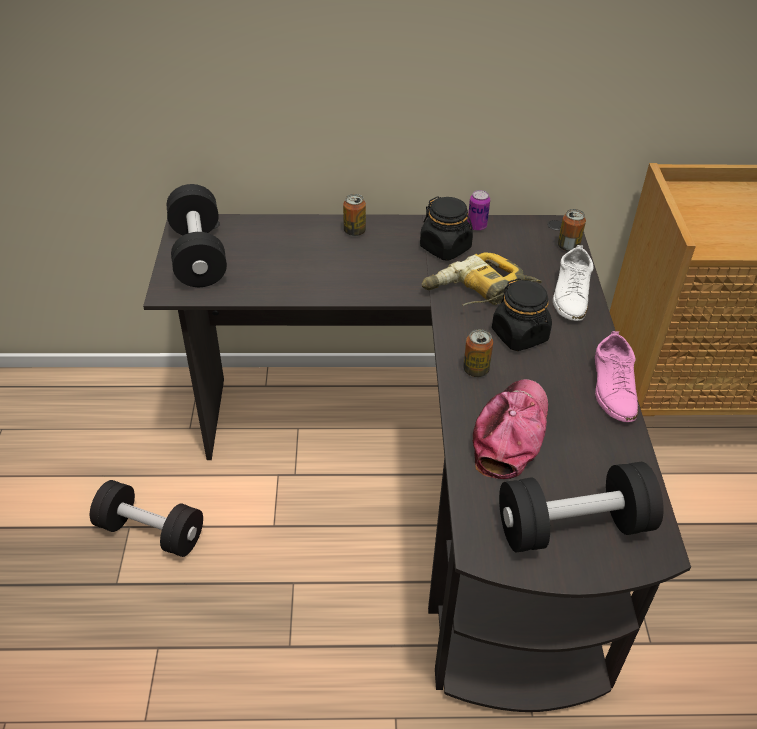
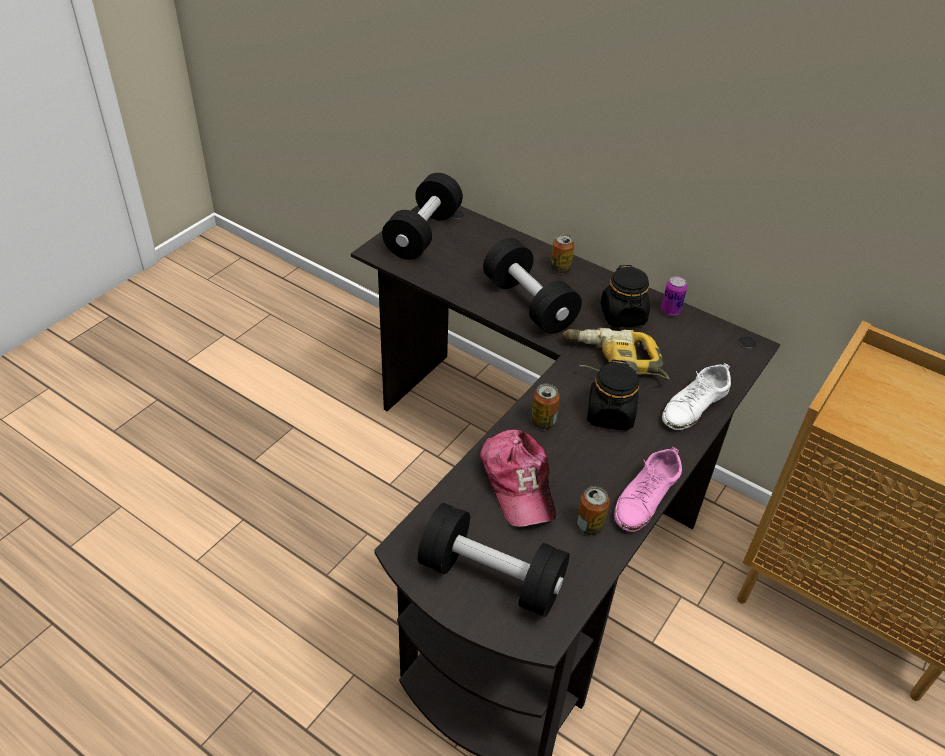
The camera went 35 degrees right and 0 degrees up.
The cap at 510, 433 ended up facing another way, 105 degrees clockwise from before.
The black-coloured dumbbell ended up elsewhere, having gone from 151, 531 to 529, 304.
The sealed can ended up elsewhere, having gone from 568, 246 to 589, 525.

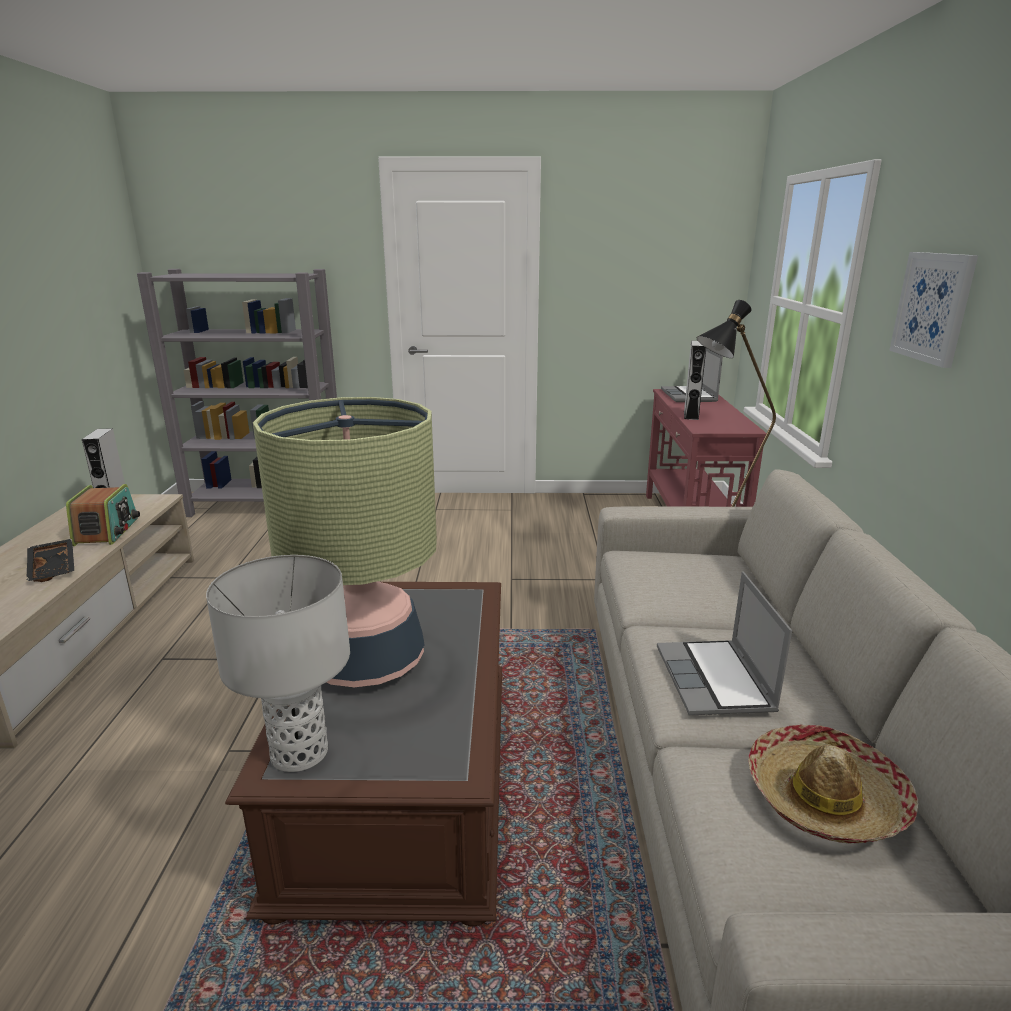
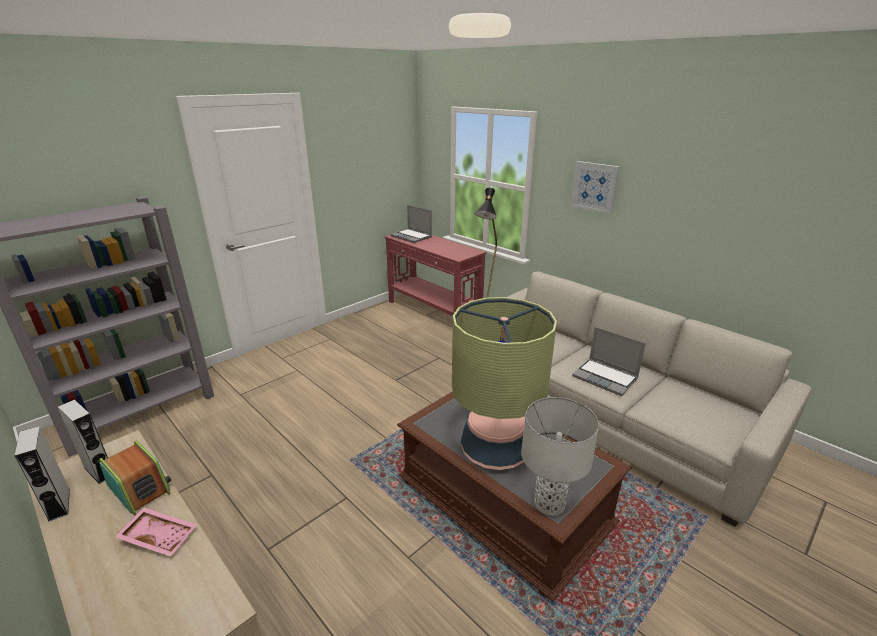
The camera went 45 degrees left and 5 degrees up.
The greyish loudspeaker ended up elsewhere, having gone from 691, 415 to 59, 504.
What was the black-coloured carrying tray at 54, 568 turned into the pink-coloured carrying tray at 160, 536.
The second view lost the hat at 825, 797.

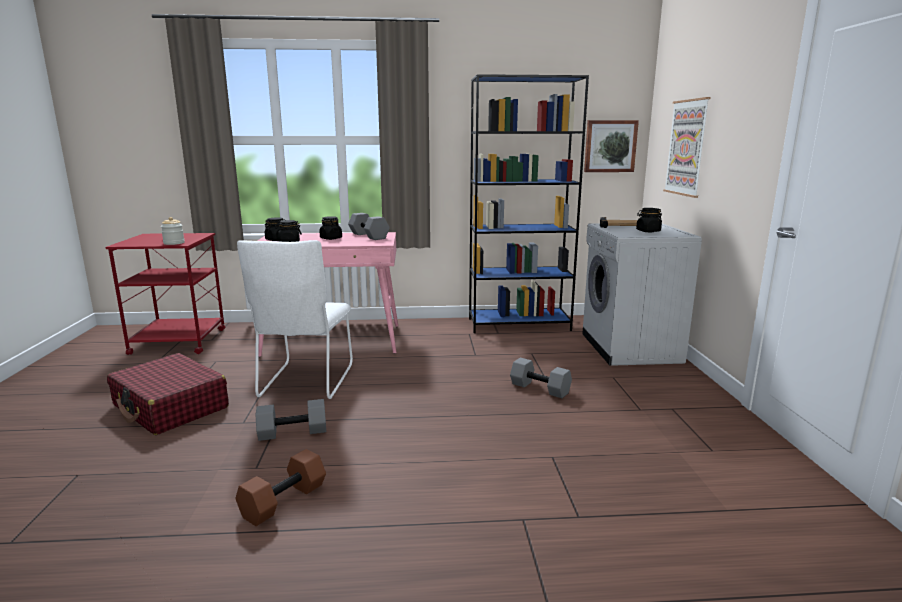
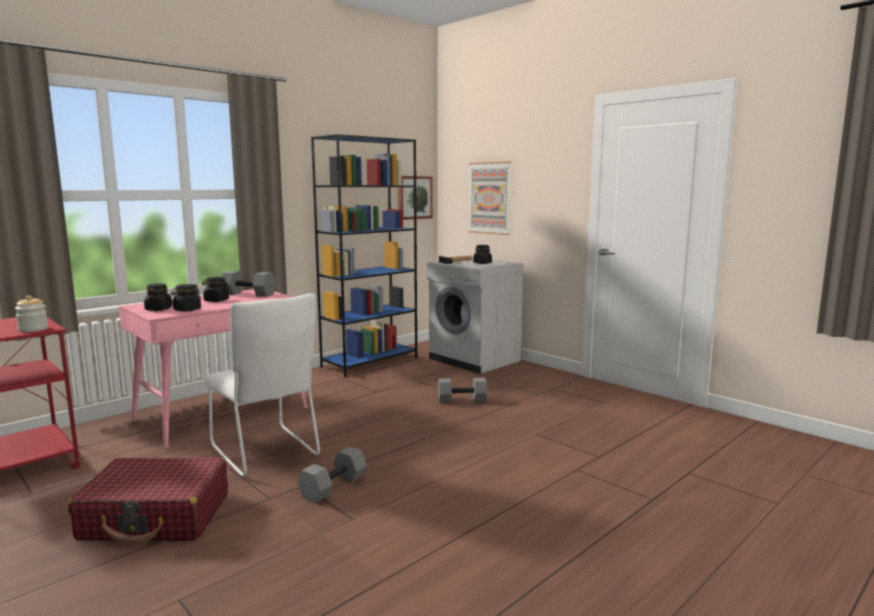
The camera went 40 degrees left and 5 degrees down.
The second view lost the brown-coloured dumbbell at 283, 500.

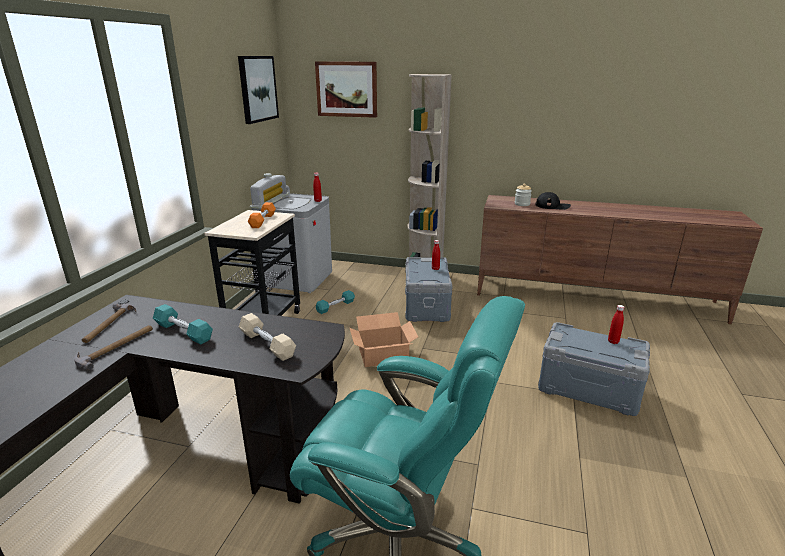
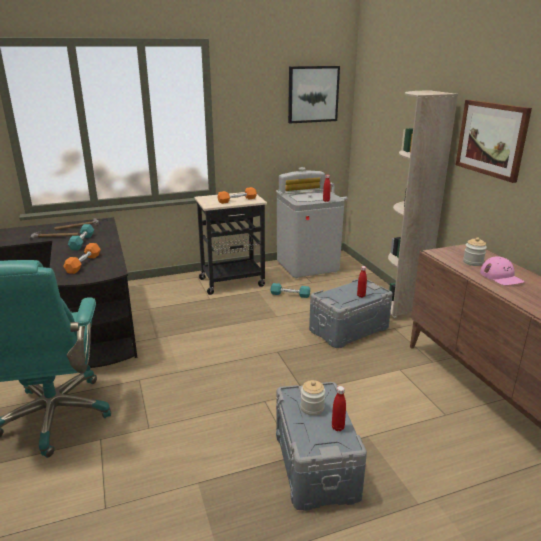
The camera went 55 degrees right and 0 degrees up.
What was the beige dumbbell at 267, 344 turned into the orange-coloured dumbbell at 83, 263.
The second view gained the preserve jar at 312, 408.
The wall art ended up elsewhere, having gone from 346, 89 to 491, 139.
What was the black-coloured cap at 552, 206 turned into the pink-coloured cap at 501, 277.
The second view lost the carton at 382, 354.

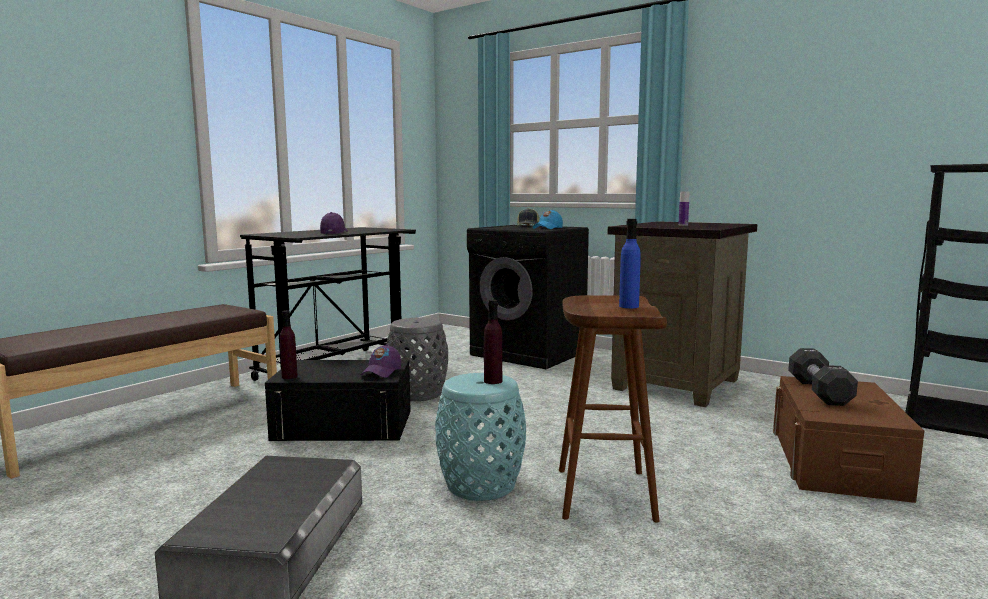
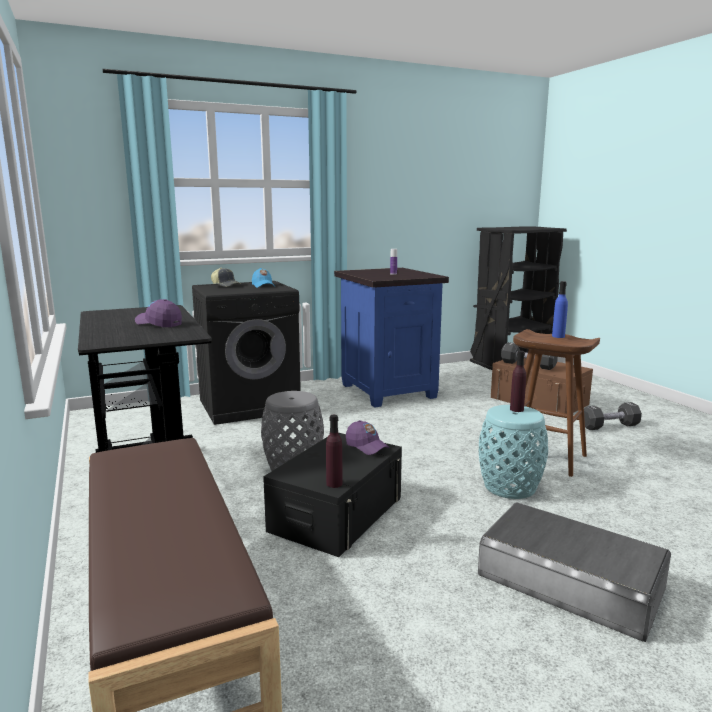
The camera went 60 degrees left and 5 degrees up.
What was the beige cabinet at 678, 383 turned into the blue cabinet at 387, 390.
The second view gained the black-coloured dumbbell at 609, 426.

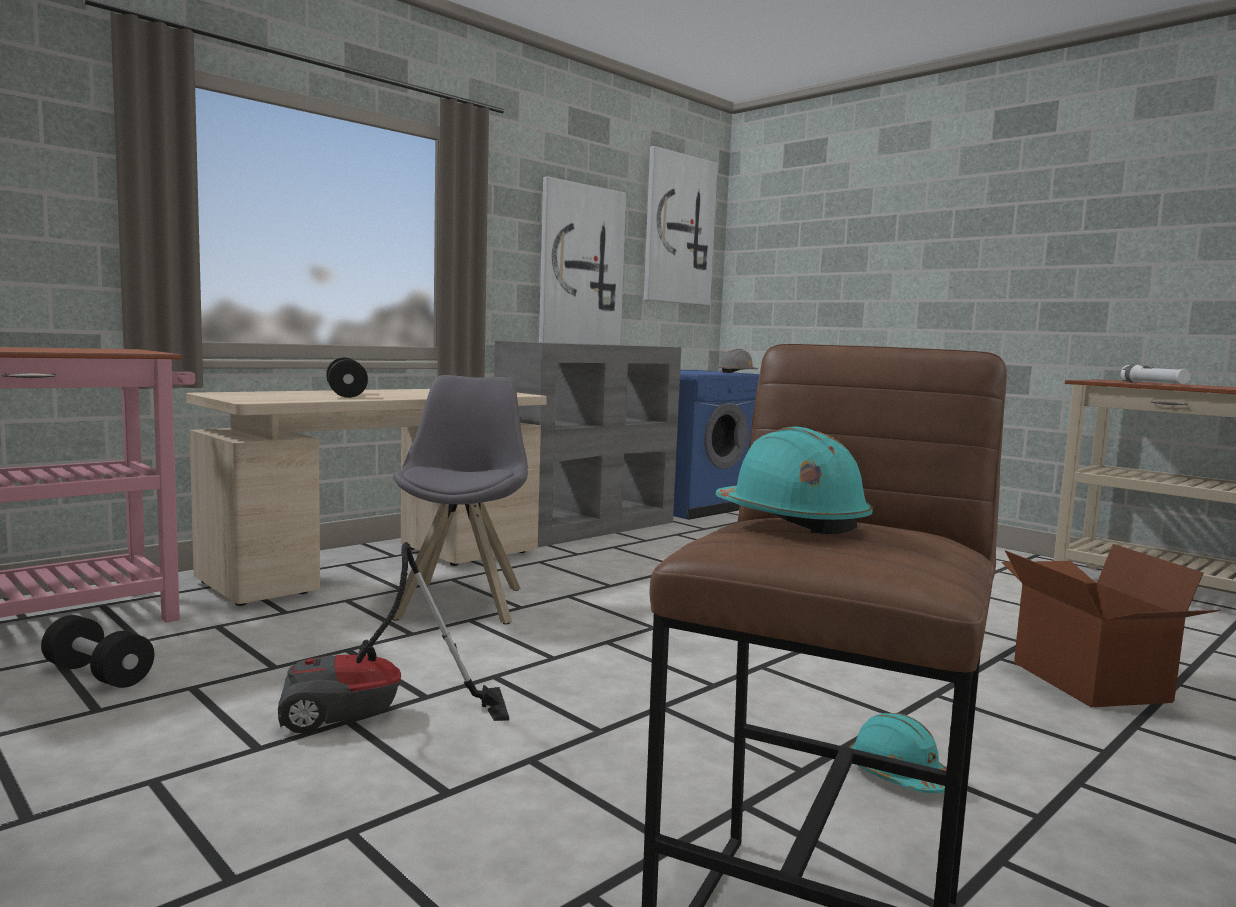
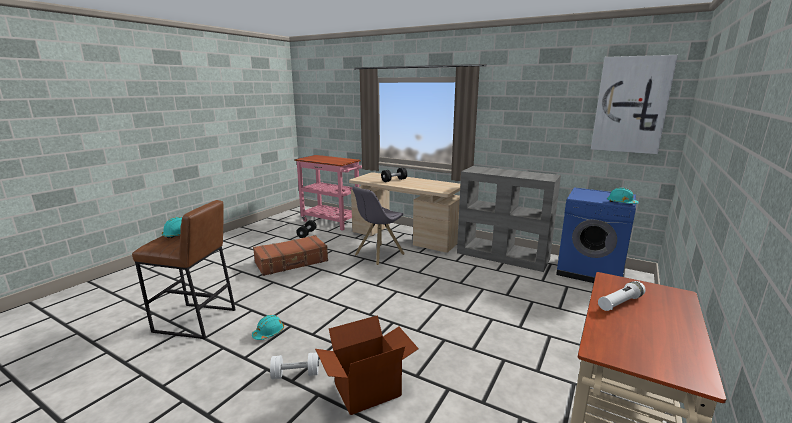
The camera went 75 degrees right and 10 degrees up.
Where the vacuum stood at 374, 718, the brown-coloured piece of luggage came to stand at 292, 262.
The second view gained the white-coloured dumbbell at 295, 374.
The greyish chair at 461, 603 ended up facing another way, 150 degrees clockwise from before.
What was the greyish safety helmet at 737, 373 turned into the turquoise safety helmet at 621, 203.
The second view lost the wall art at 580, 267.

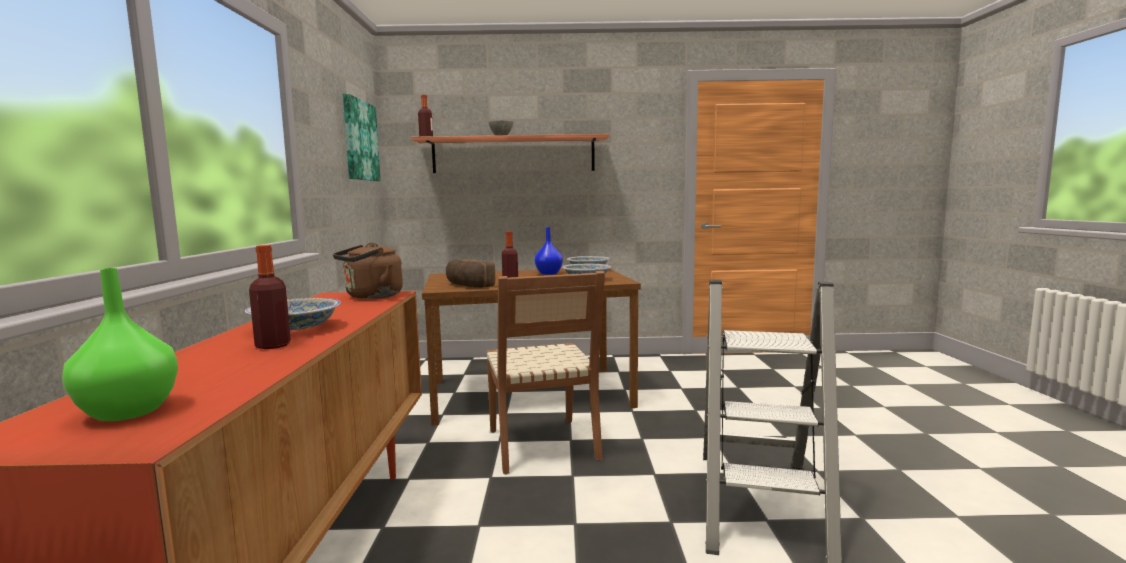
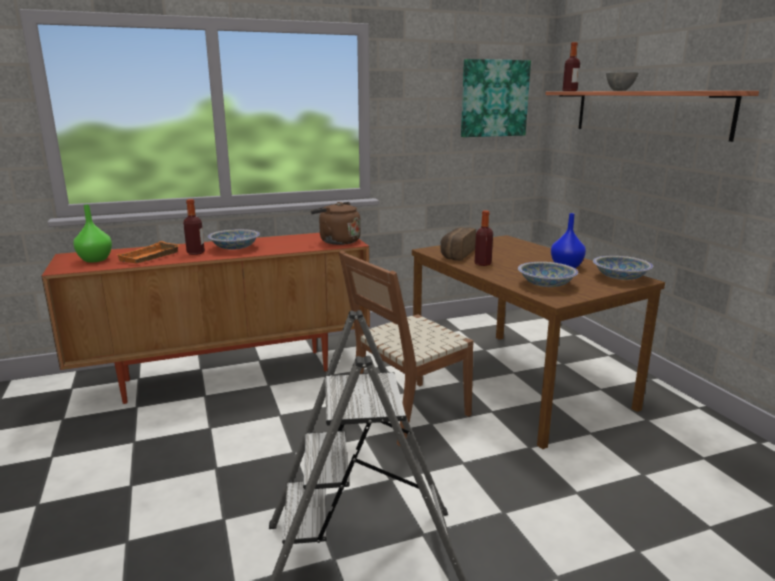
The camera went 70 degrees right and 10 degrees up.
The second view gained the orange-coloured carrying tray at 150, 257.

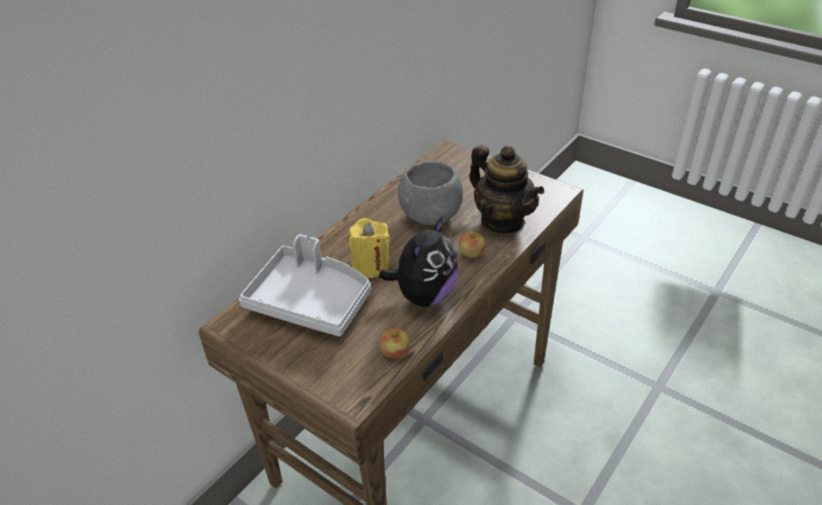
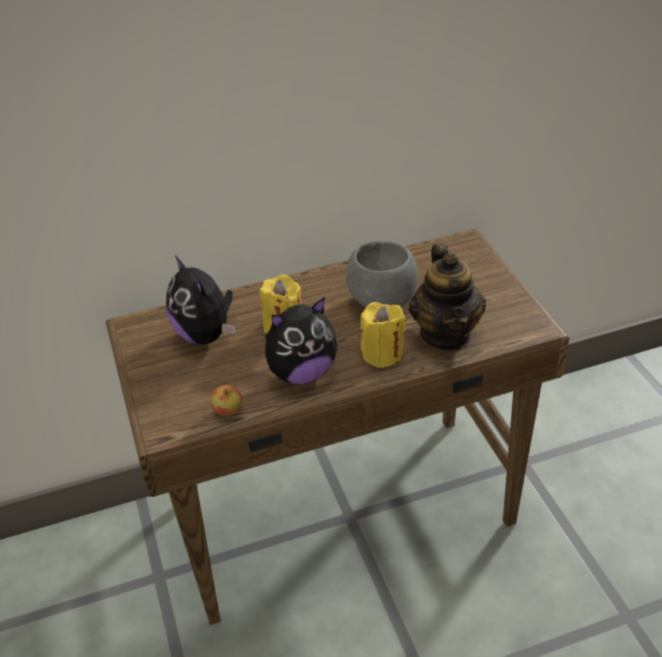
The camera went 35 degrees right and 0 degrees up.
Where the greyish carrying tray stood at 311, 301, the cuddly toy came to stand at 206, 335.
Where the apple stood at 471, 254, the yellow candle came to stand at 382, 353.

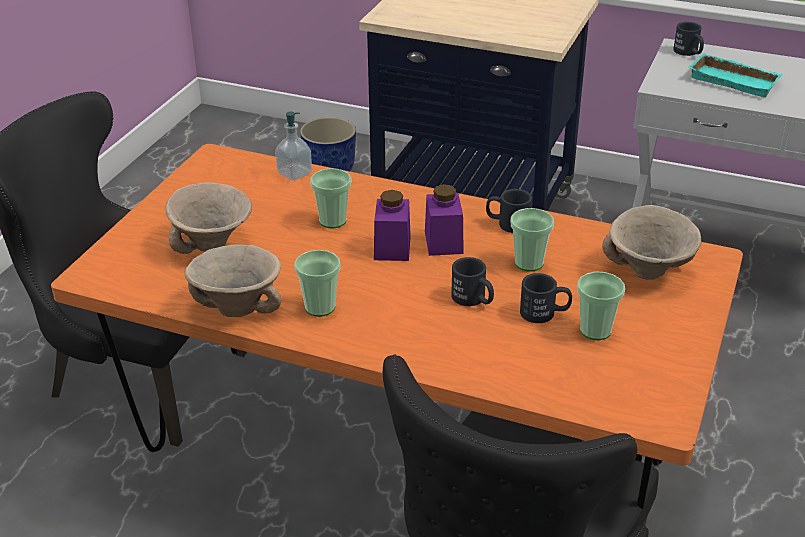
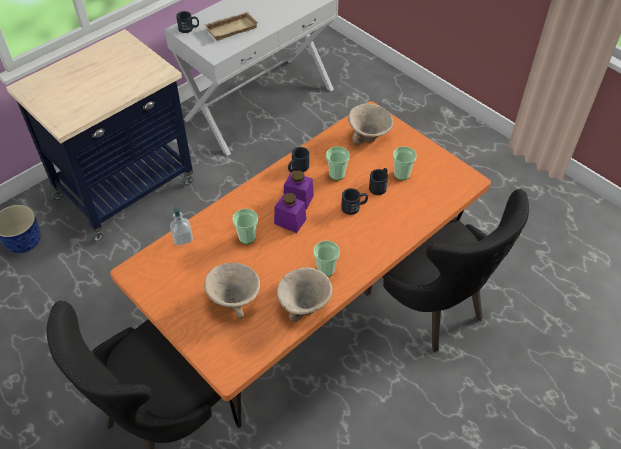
The camera went 65 degrees left and 15 degrees up.
What was the turquoise carrying tray at 735, 80 turned into the beige carrying tray at 231, 28.

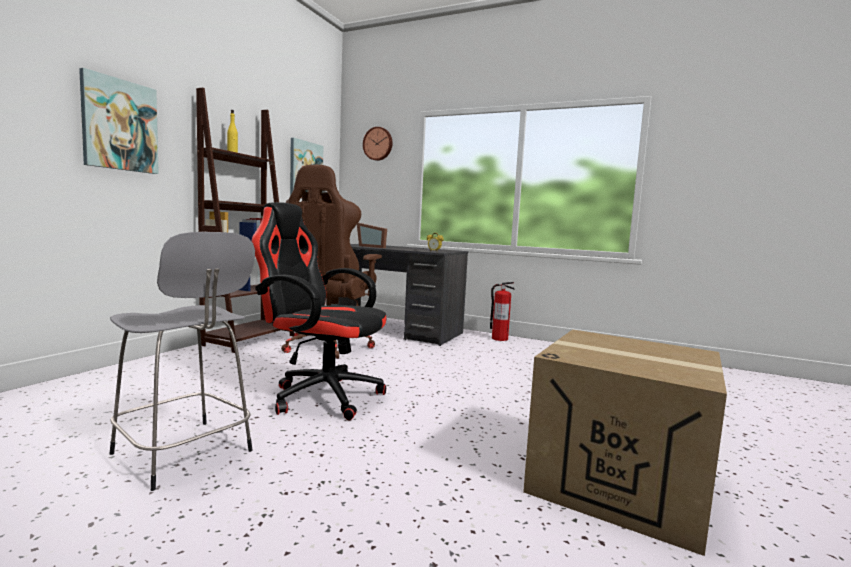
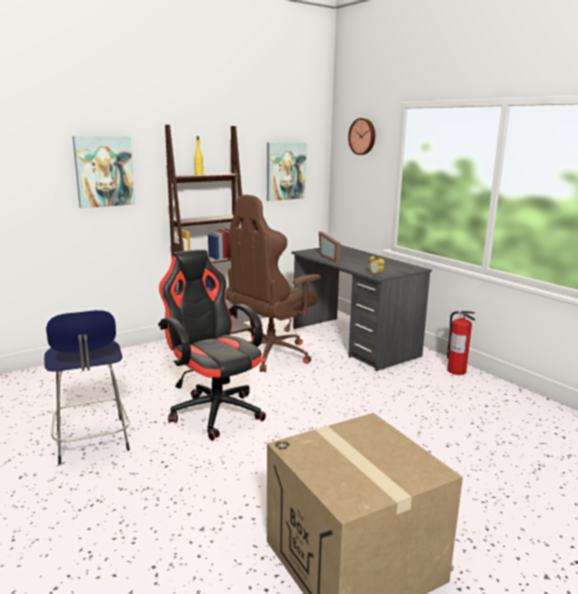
The camera went 30 degrees right and 10 degrees up.
What was the greyish stool seat at 184, 454 turned into the blue stool seat at 92, 442.

